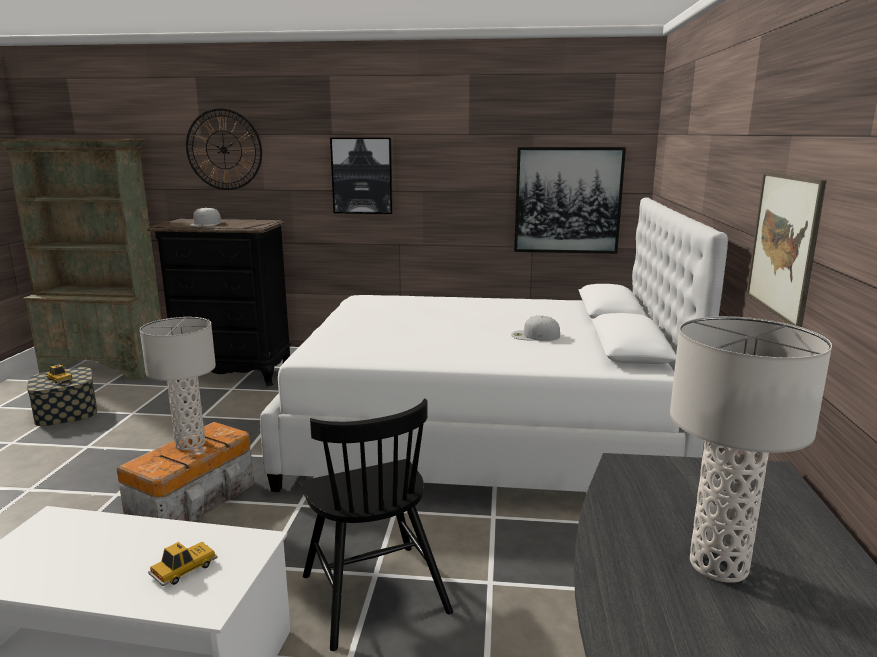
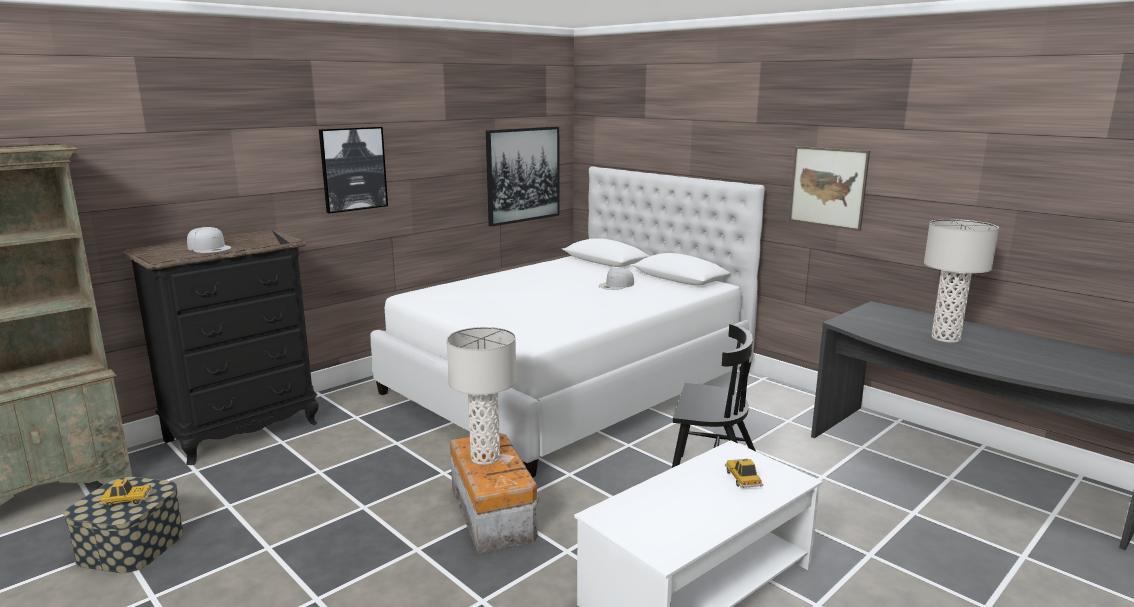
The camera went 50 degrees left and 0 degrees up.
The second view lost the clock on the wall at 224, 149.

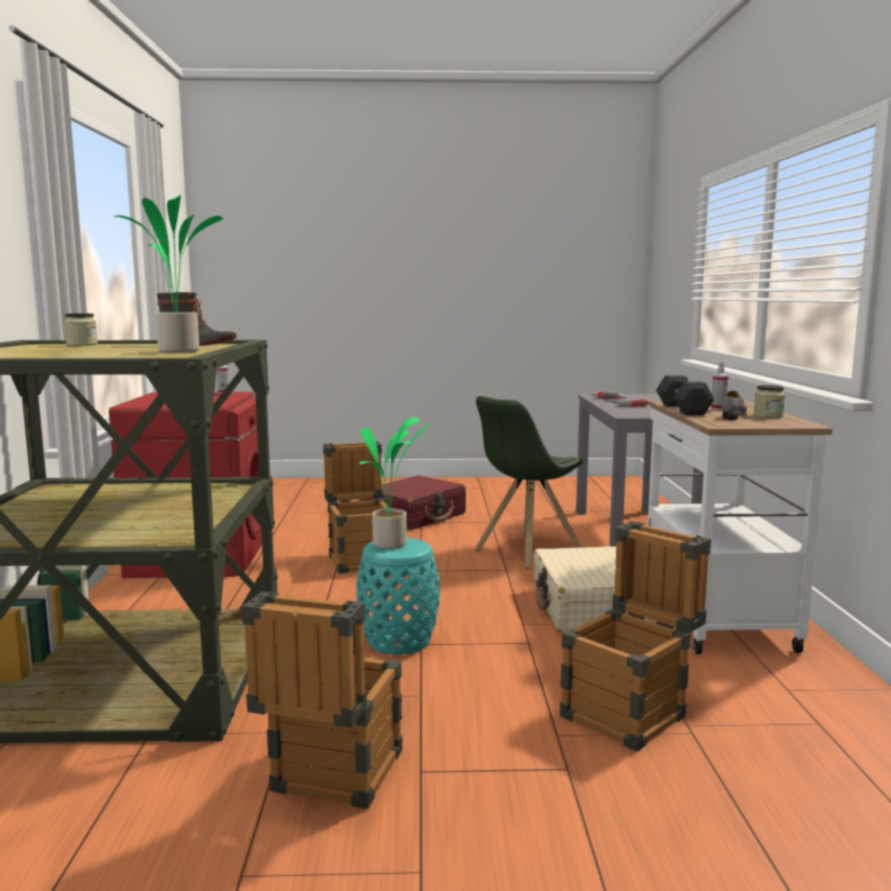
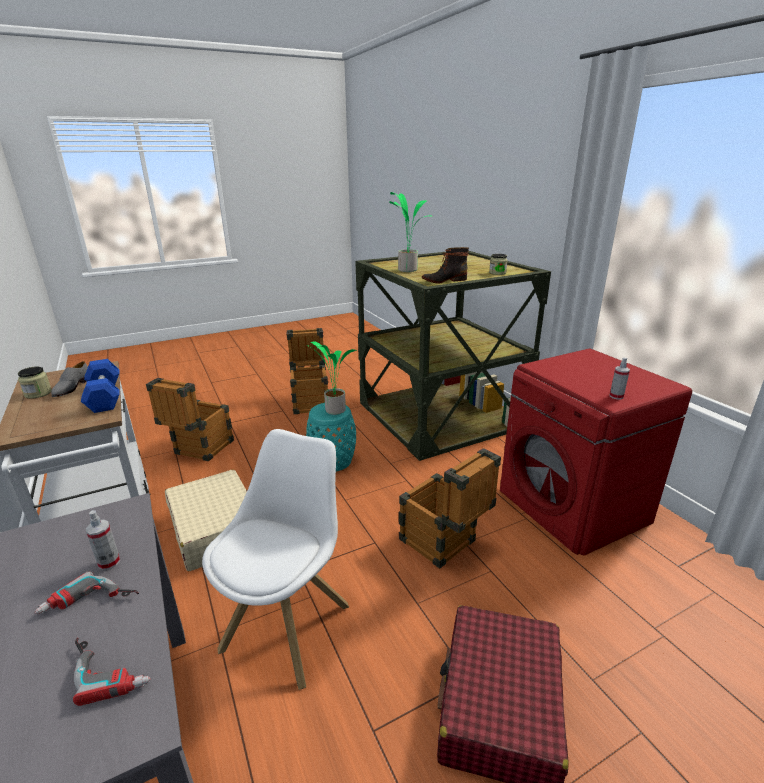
The camera went 155 degrees right and 15 degrees up.
What was the greyish dumbbell at 683, 409 turned into the blue dumbbell at 105, 397.
The spray bottle ended up elsewhere, having gone from 718, 409 to 109, 562.
What was the green chair at 527, 551 turned into the white-coloured chair at 288, 627.

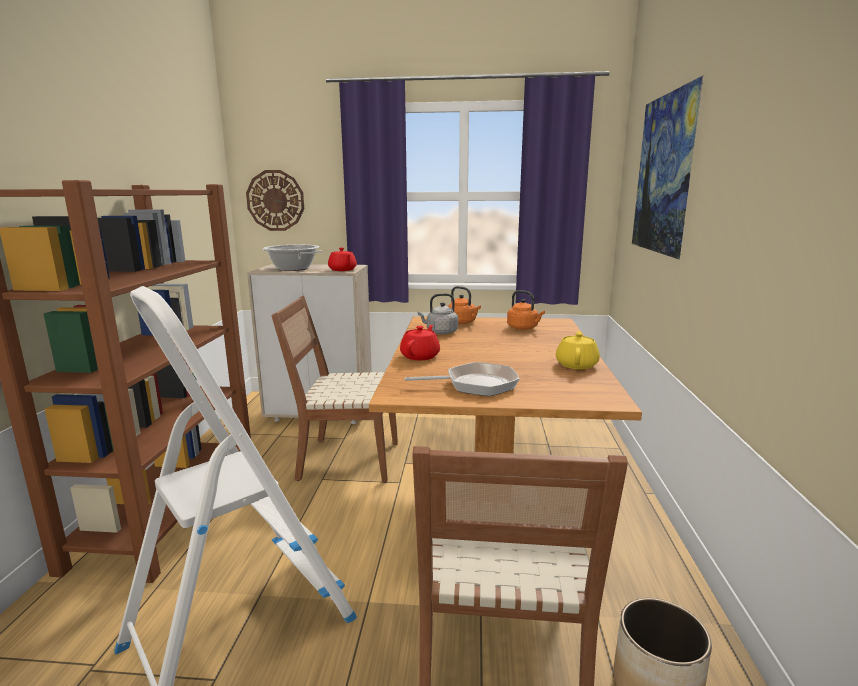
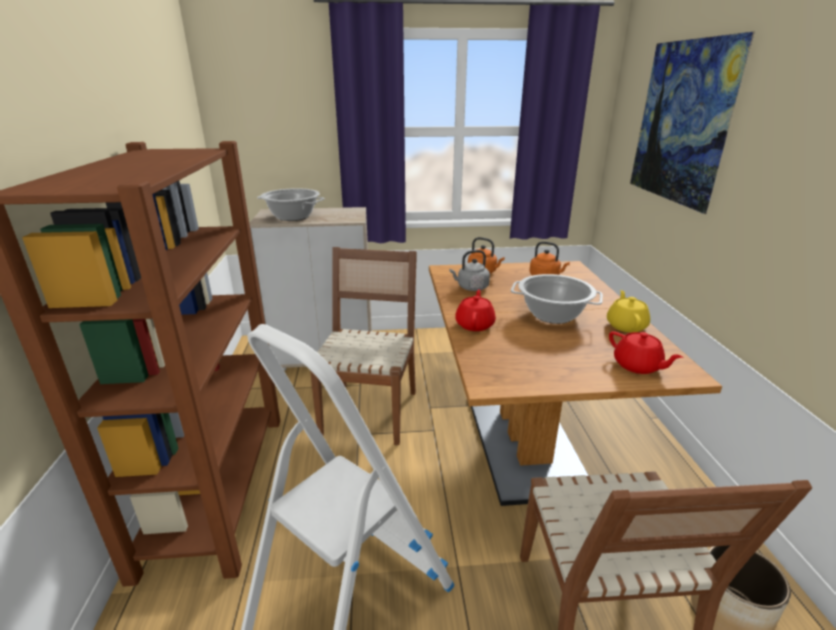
The camera went 10 degrees left and 10 degrees up.
The chair at 344, 460 ended up facing another way, 105 degrees clockwise from before.
The second view gained the saucepot at 552, 315.
The red-coloured teapot ended up elsewhere, having gone from 342, 270 to 637, 366.
The second view lost the clock on the wall at 275, 200.
The second view lost the pan at 475, 384.

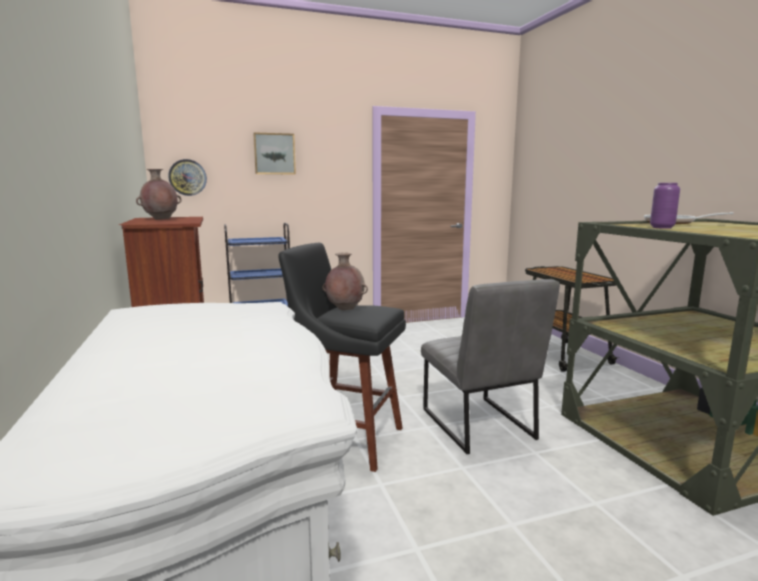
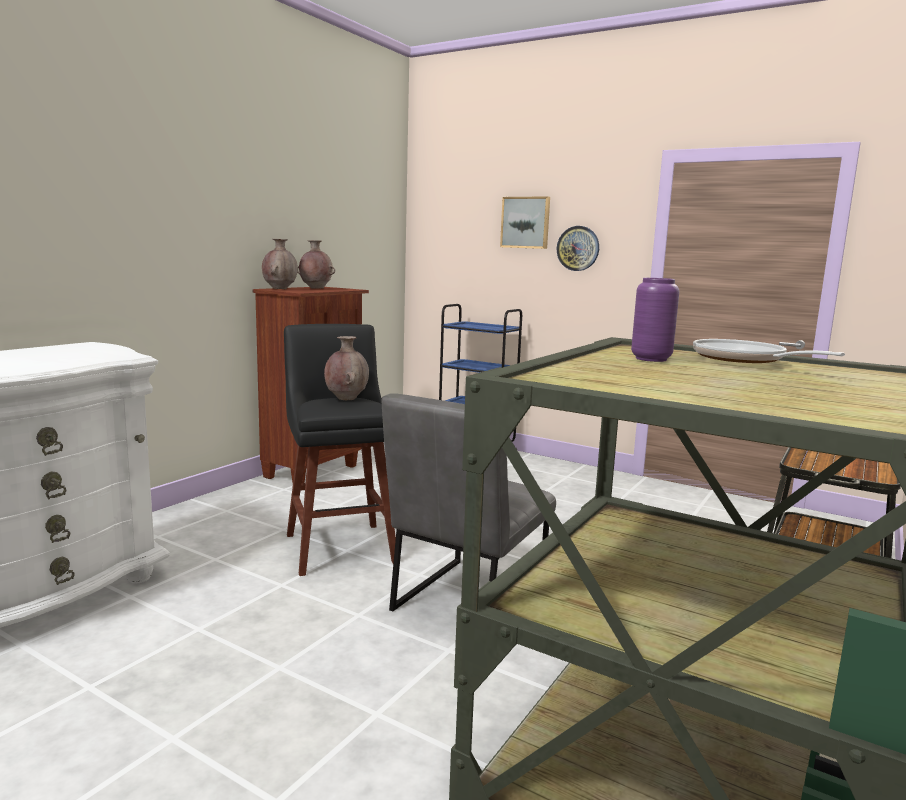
The camera went 50 degrees right and 0 degrees up.
The second view gained the brown-coloured flower vase at 280, 289.
The clock on the wall ended up elsewhere, having gone from 187, 177 to 578, 248.

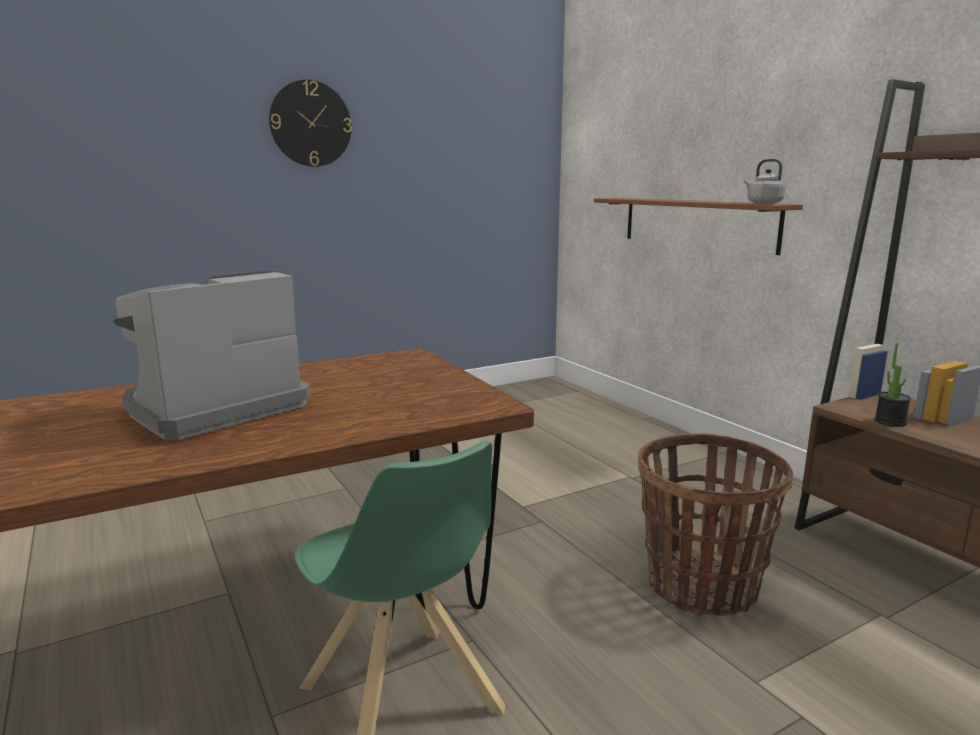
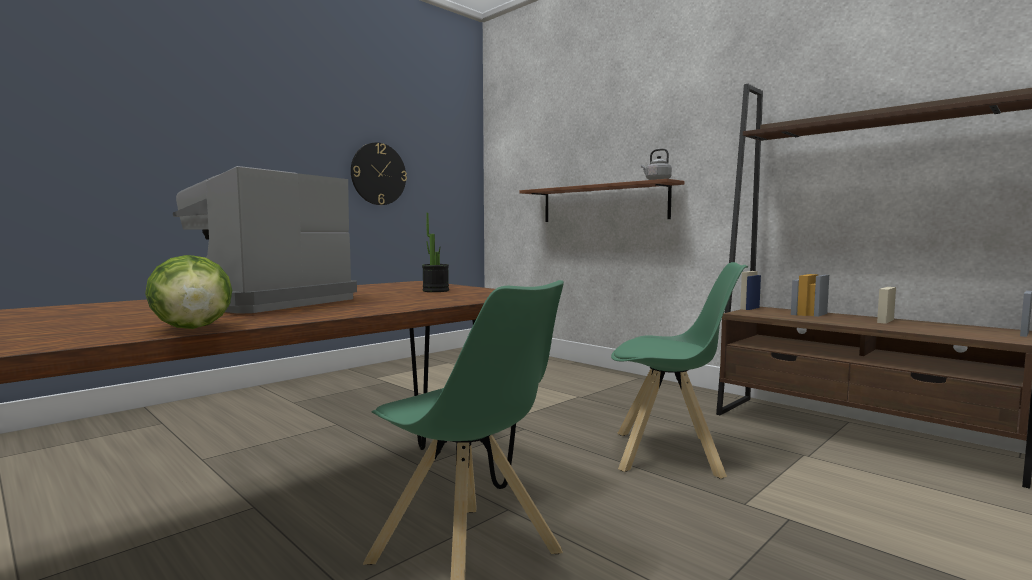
The camera went 15 degrees left and 10 degrees down.
The second view gained the head of lettuce at 193, 329.
The clock on the wall ended up elsewhere, having gone from 310, 124 to 378, 174.
The houseplant ended up elsewhere, having gone from 890, 422 to 435, 291.
Where the storage basket stood at 701, 587, the green chair came to stand at 671, 454.

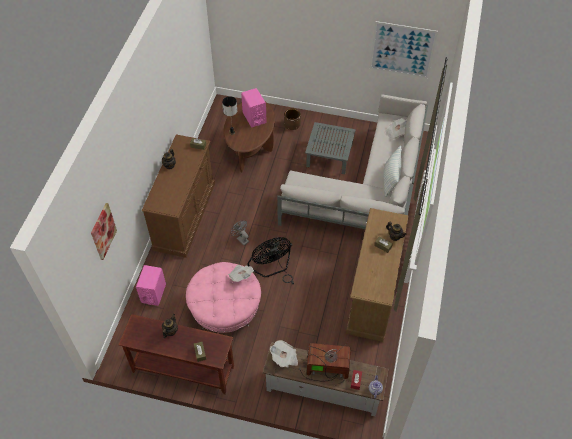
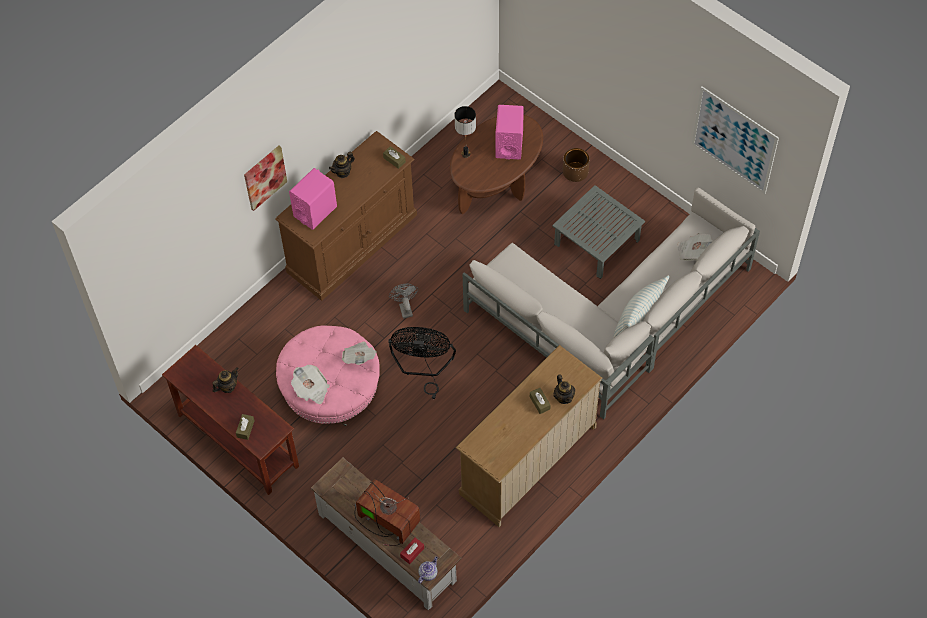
The camera went 30 degrees right and 5 degrees up.
The wall art ended up elsewhere, having gone from 103, 231 to 265, 177.
The pink-coloured loudspeaker ended up elsewhere, having gone from 153, 293 to 315, 211.
The newspaper ended up elsewhere, having gone from 284, 358 to 311, 389.

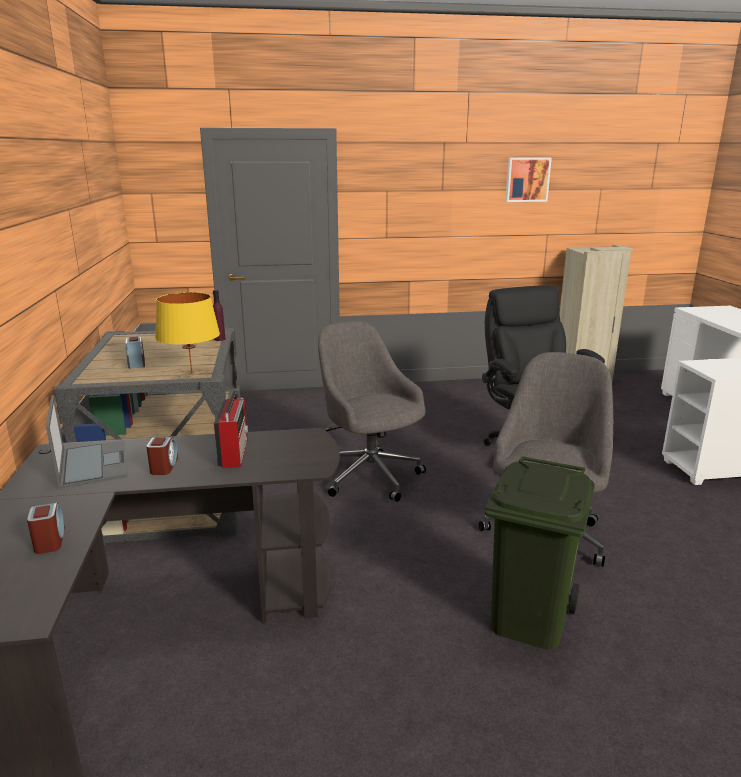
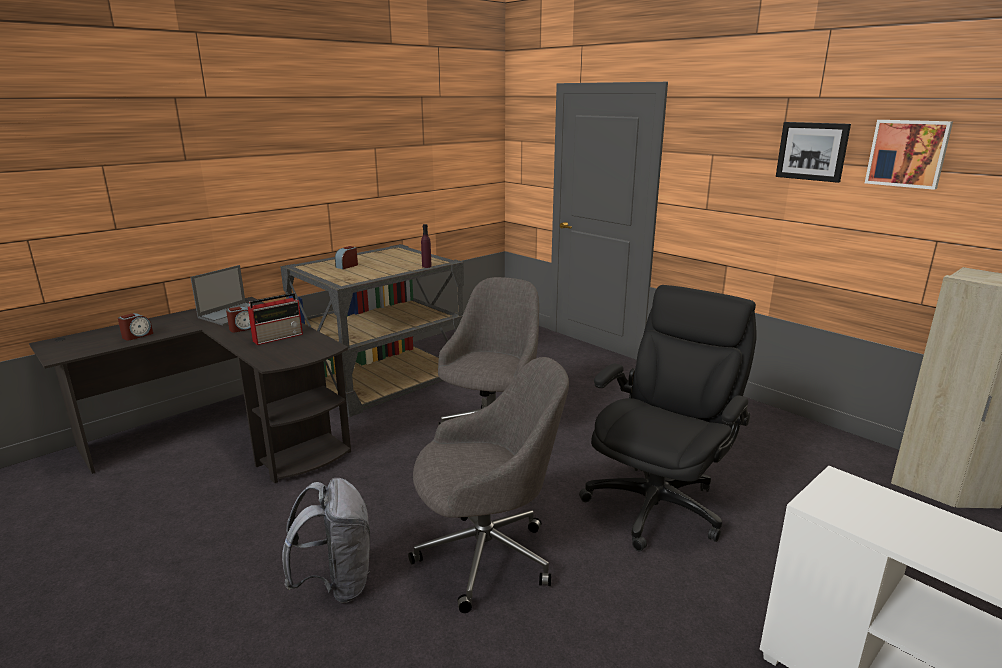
The camera went 55 degrees right and 0 degrees up.
Where the green rubbish bin stood at 527, 618, the greyish knapsack came to stand at 336, 583.
The second view gained the wall art at 812, 151.
The second view lost the yellow lamp for a table at 192, 374.

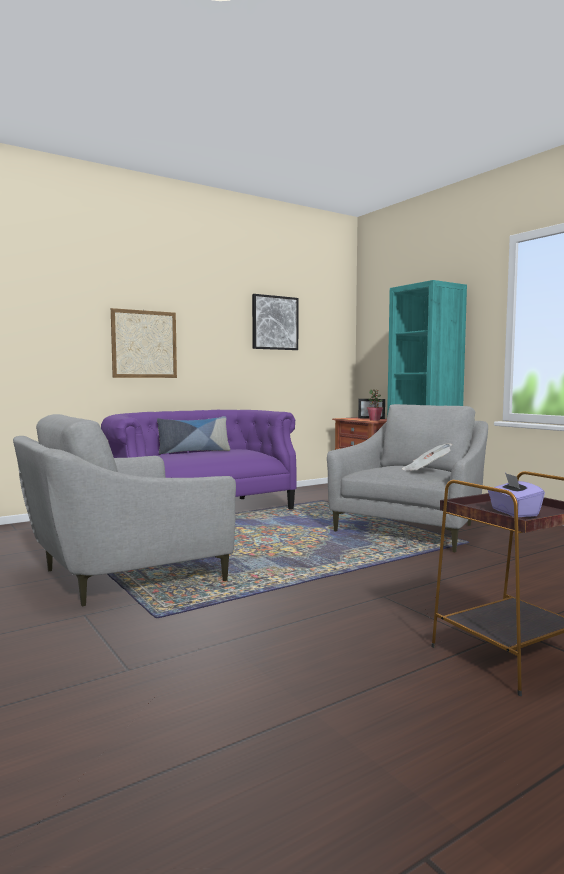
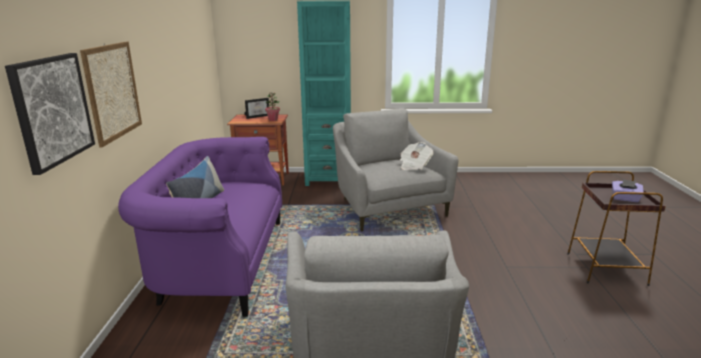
The camera went 55 degrees left and 15 degrees up.
The wall art ended up elsewhere, having gone from 274, 323 to 52, 110.

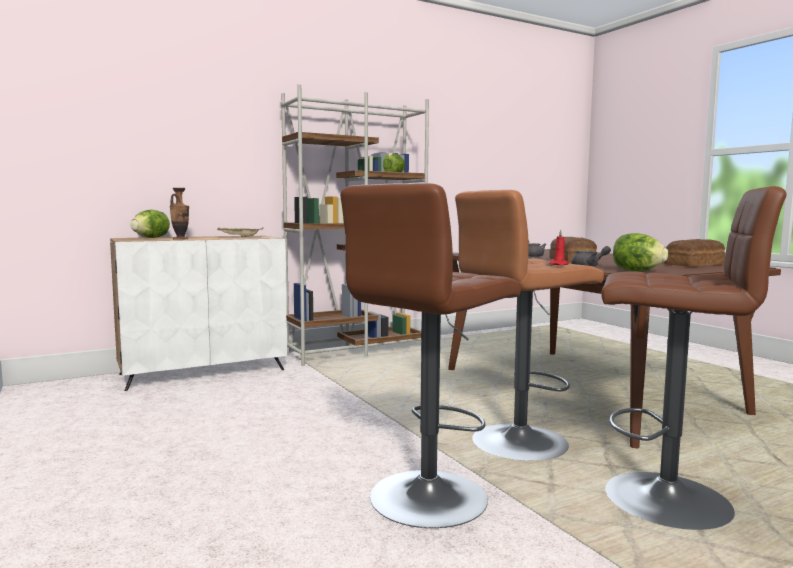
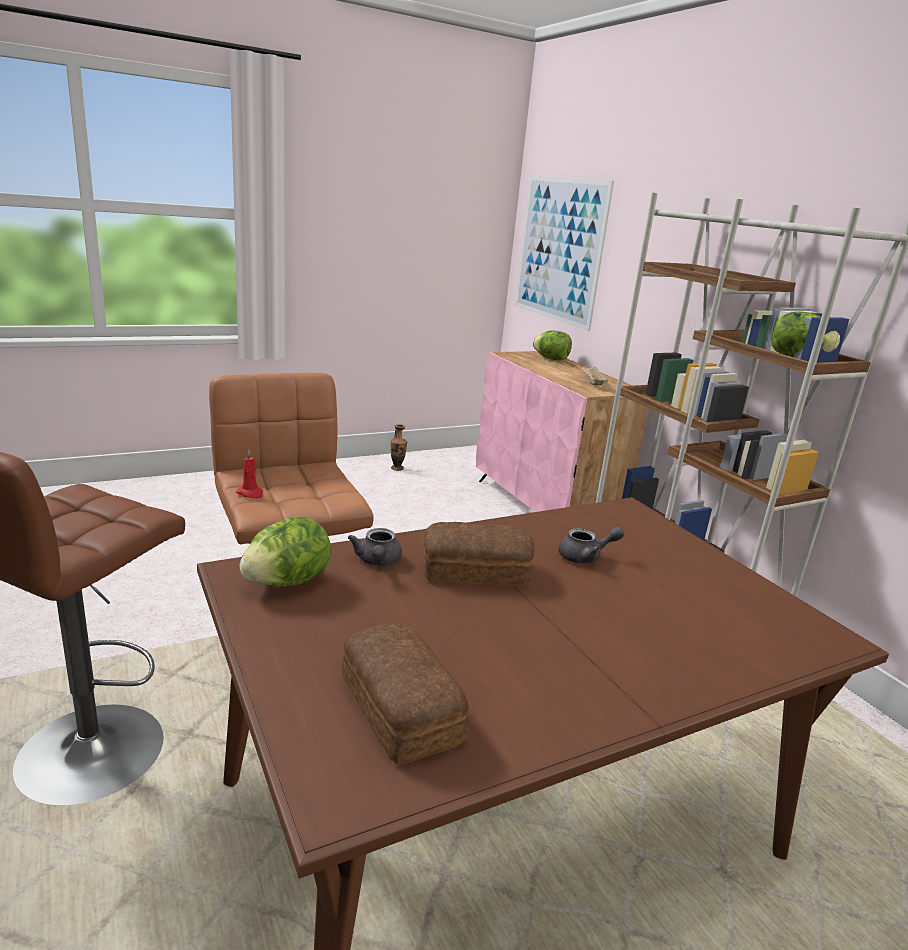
The camera went 90 degrees right and 15 degrees up.
The flower vase ended up elsewhere, having gone from 180, 239 to 397, 468.
What was the white-coloured cabinet at 204, 372 turned into the pink-coloured cabinet at 544, 507.
The second view gained the wall art at 559, 250.
The second view lost the brown-coloured stool seat at 426, 498.

